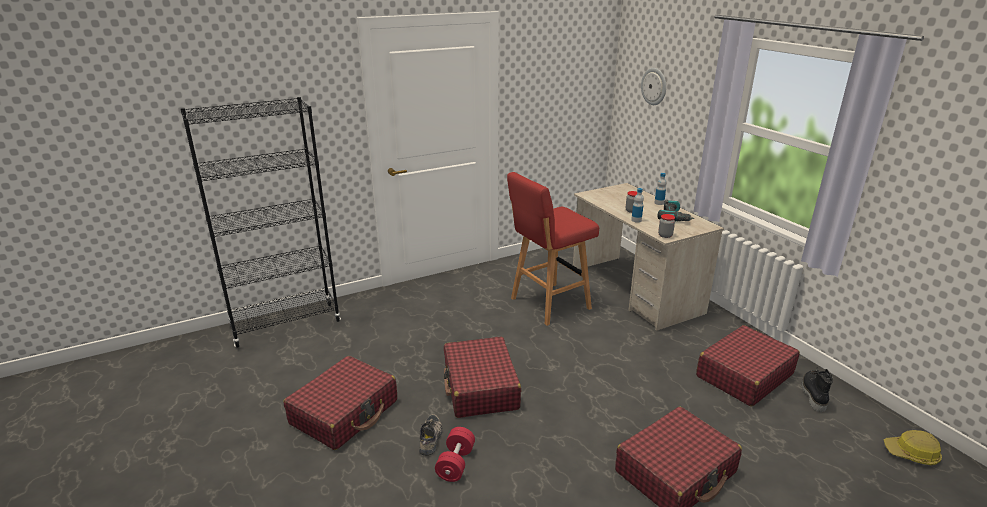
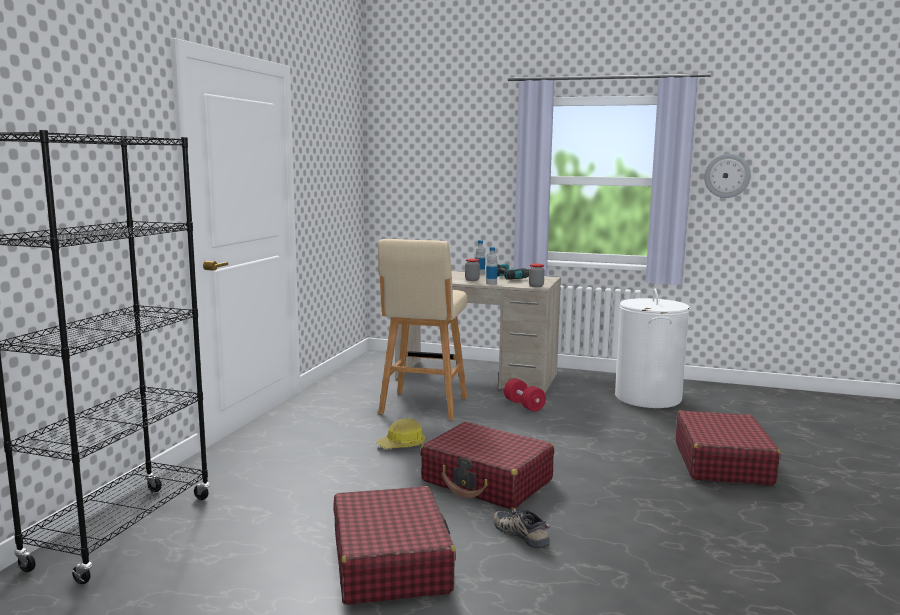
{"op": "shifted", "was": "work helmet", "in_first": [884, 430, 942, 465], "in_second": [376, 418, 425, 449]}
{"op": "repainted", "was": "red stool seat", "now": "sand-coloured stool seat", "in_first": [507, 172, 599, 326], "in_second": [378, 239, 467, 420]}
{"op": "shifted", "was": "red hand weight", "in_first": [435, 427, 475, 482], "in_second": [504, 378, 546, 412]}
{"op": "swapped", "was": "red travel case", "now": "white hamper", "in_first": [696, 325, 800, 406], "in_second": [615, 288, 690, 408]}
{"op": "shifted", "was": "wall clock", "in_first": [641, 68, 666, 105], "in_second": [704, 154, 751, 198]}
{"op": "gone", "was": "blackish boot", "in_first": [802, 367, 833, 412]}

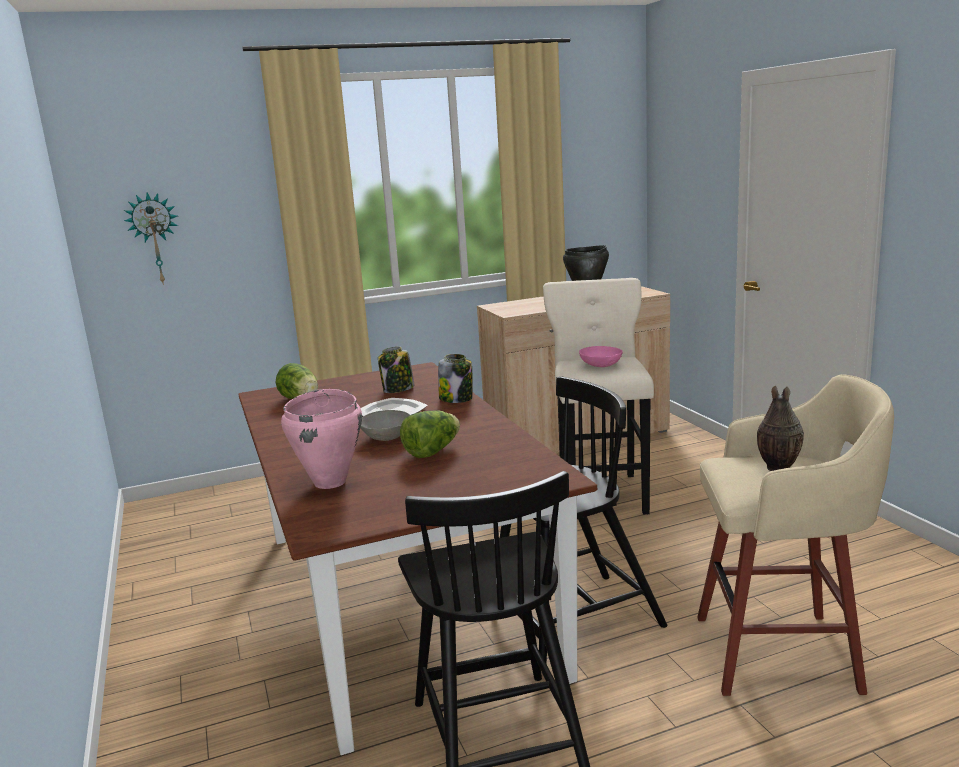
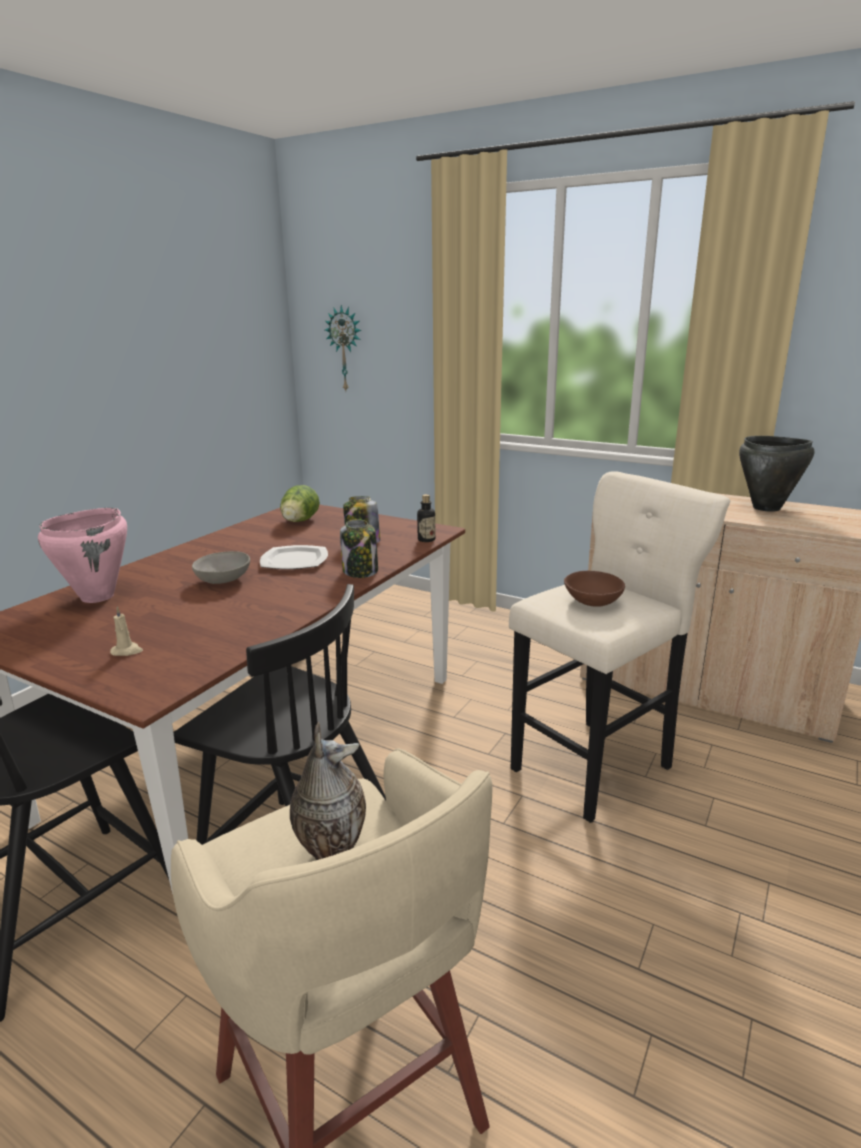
{"op": "new", "now": "sand-coloured wax light", "in_second": [110, 606, 143, 656]}
{"op": "new", "now": "beverage bottle", "in_second": [417, 494, 435, 542]}
{"op": "repainted", "was": "pink-coloured bowl", "now": "brownish bowl", "in_first": [579, 346, 623, 367], "in_second": [564, 571, 625, 606]}
{"op": "gone", "was": "lettuce head", "in_first": [400, 410, 460, 458]}

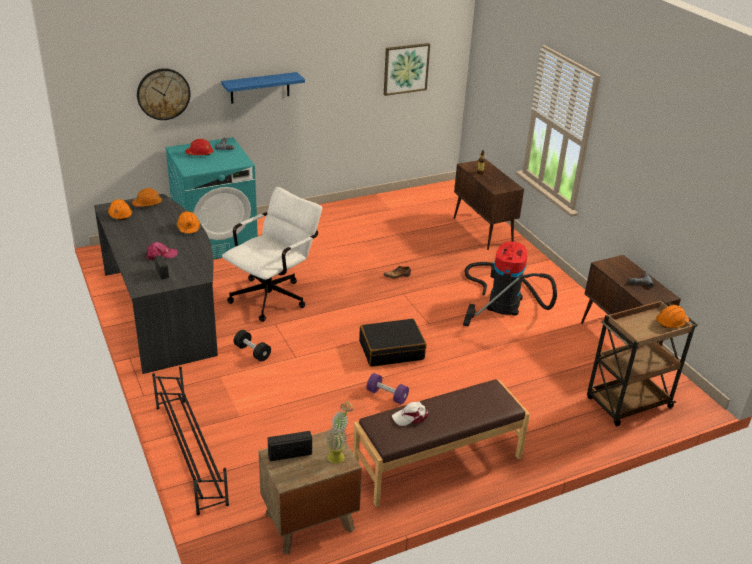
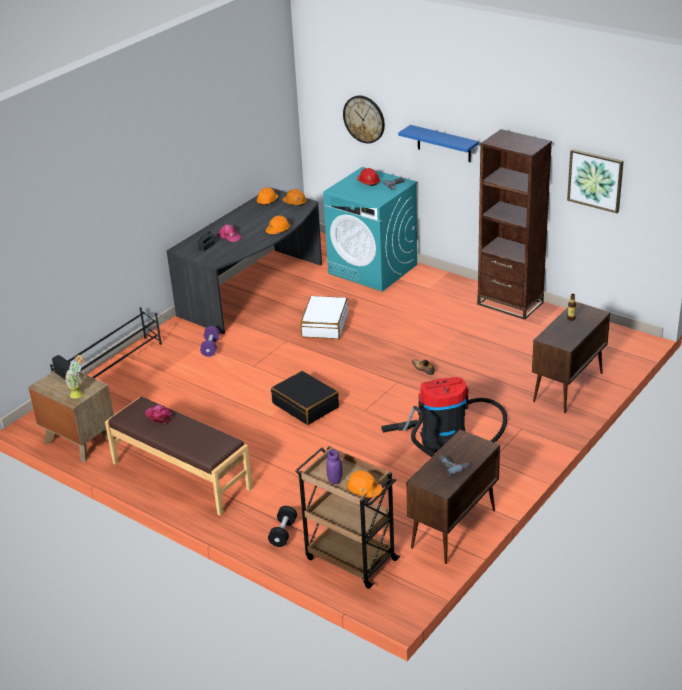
{"op": "repainted", "was": "white peaked cap", "now": "pink-coloured peaked cap", "in_first": [392, 402, 429, 426], "in_second": [145, 405, 174, 423]}
{"op": "shifted", "was": "purple-coloured hand weight", "in_first": [366, 373, 409, 404], "in_second": [200, 326, 220, 357]}
{"op": "shifted", "was": "blackish hand weight", "in_first": [234, 330, 271, 361], "in_second": [268, 506, 297, 547]}
{"op": "swapped", "was": "white office chair", "now": "white travel case", "in_first": [222, 187, 322, 322], "in_second": [301, 296, 348, 339]}
{"op": "new", "now": "purple-coloured jar", "in_second": [326, 449, 342, 484]}
{"op": "new", "now": "brownish shelving unit", "in_second": [477, 129, 552, 319]}

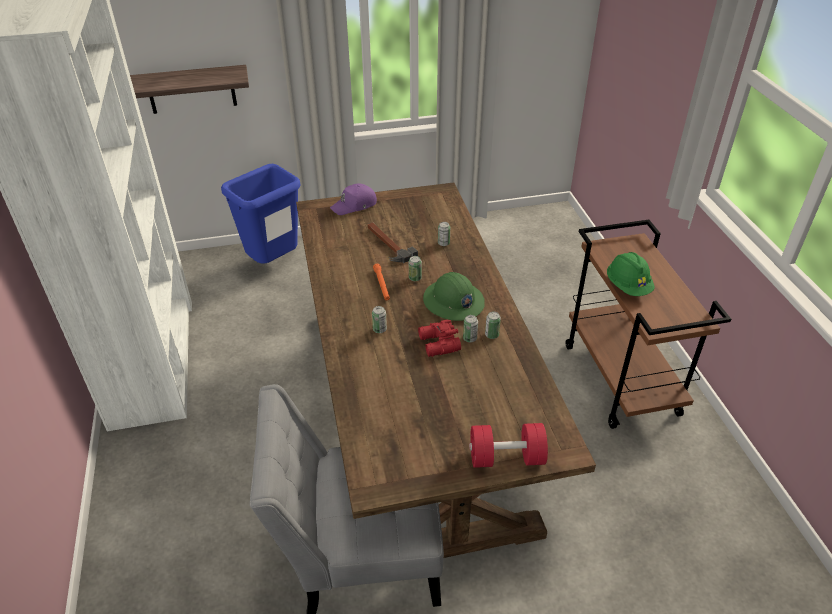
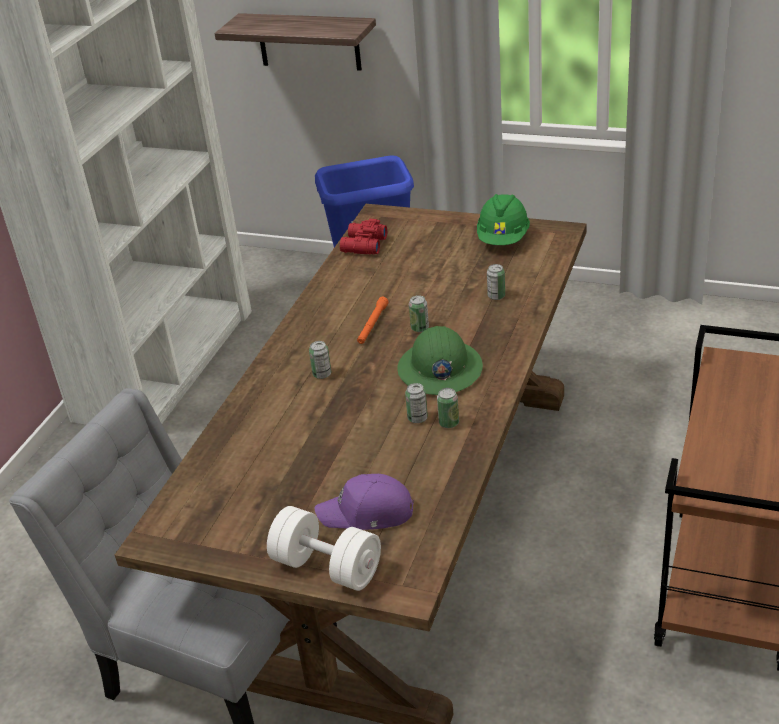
{"op": "repainted", "was": "red hand weight", "now": "white hand weight", "in_first": [469, 423, 548, 468], "in_second": [267, 506, 381, 591]}
{"op": "shifted", "was": "purple-coloured peaked cap", "in_first": [330, 183, 377, 215], "in_second": [315, 474, 414, 530]}
{"op": "shifted", "was": "red pair of binoculars", "in_first": [418, 320, 461, 357], "in_second": [340, 219, 387, 255]}
{"op": "shifted", "was": "green work helmet", "in_first": [607, 252, 655, 296], "in_second": [477, 194, 530, 245]}
{"op": "gone", "was": "hammer", "in_first": [368, 222, 418, 263]}

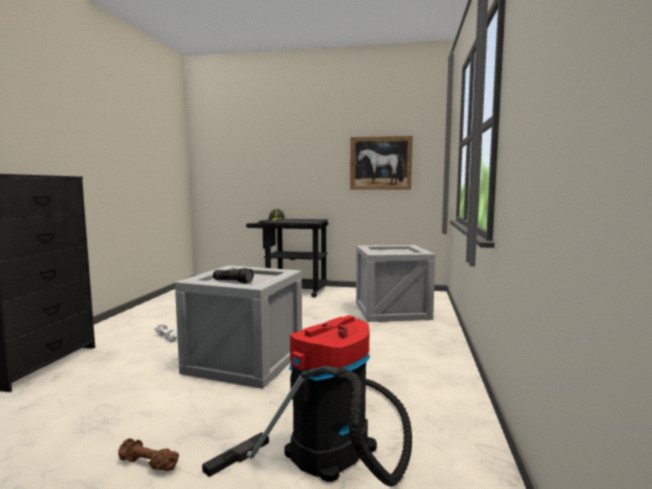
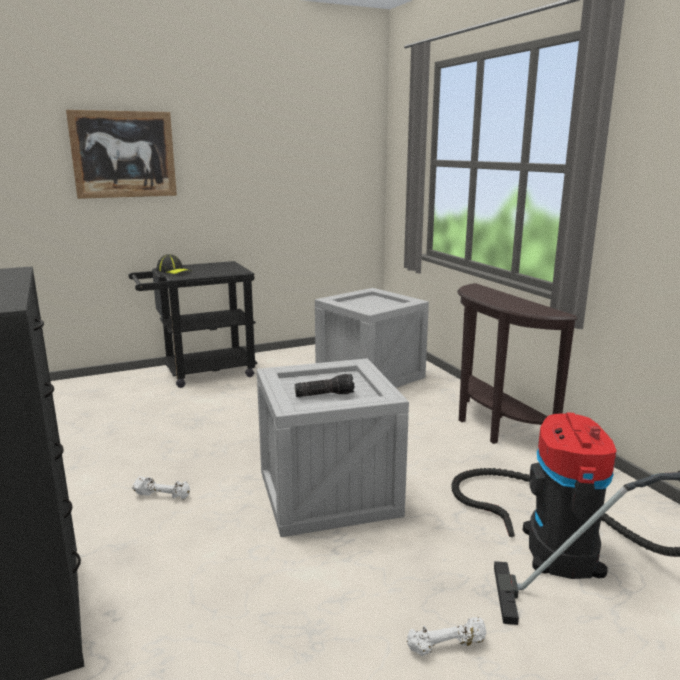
{"op": "shifted", "was": "picture", "in_first": [350, 136, 413, 189], "in_second": [66, 110, 177, 199]}
{"op": "repainted", "was": "brownish hand weight", "now": "white hand weight", "in_first": [118, 439, 179, 471], "in_second": [407, 617, 487, 656]}
{"op": "new", "now": "brownish hall table", "in_second": [457, 283, 578, 444]}

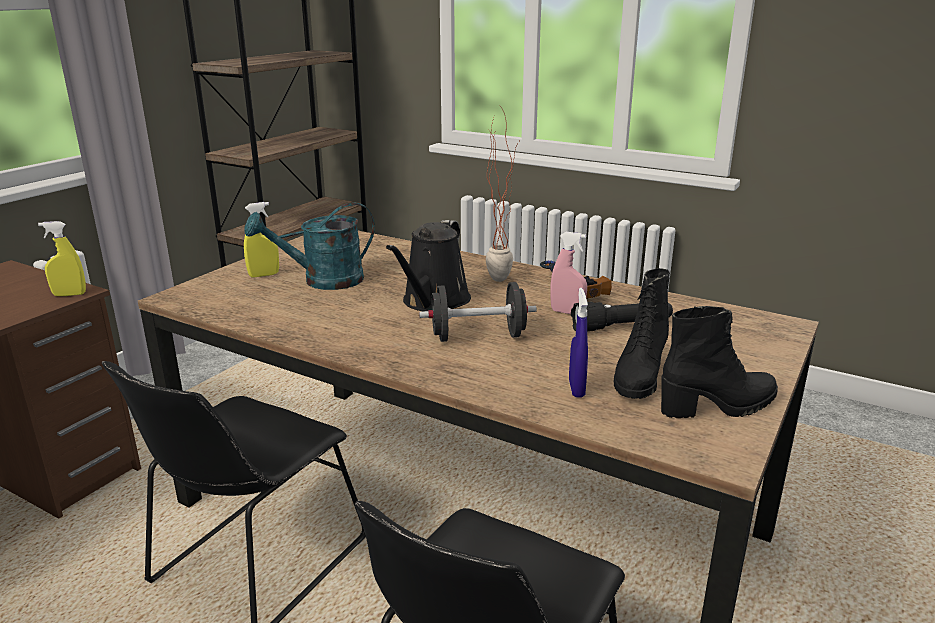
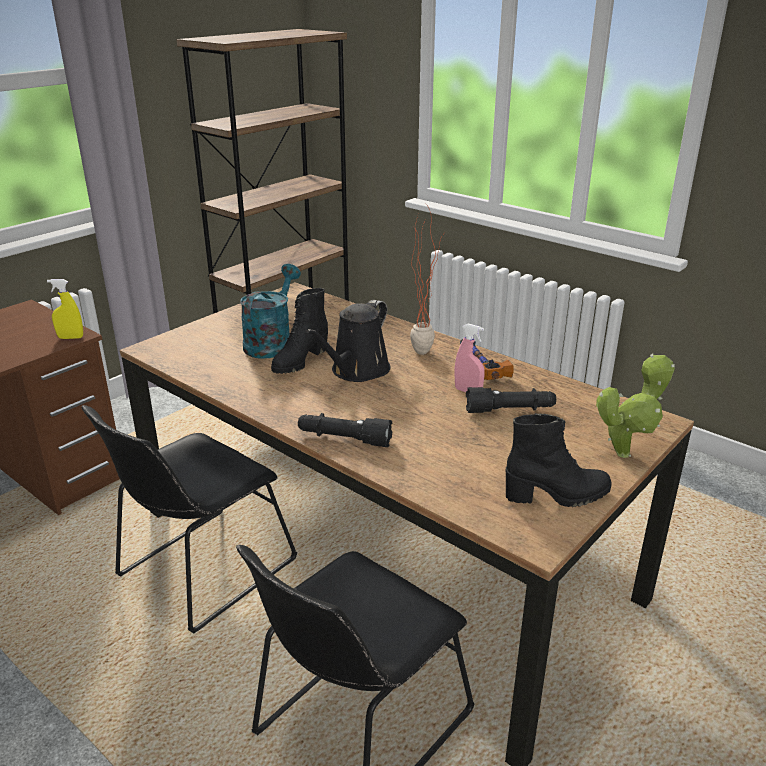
{"op": "rotated", "was": "turquoise-coloured watering pot", "in_first": [244, 203, 375, 290], "in_second": [240, 264, 301, 359], "clockwise": 120}
{"op": "shifted", "was": "blackish boot", "in_first": [614, 268, 670, 399], "in_second": [271, 288, 328, 374]}
{"op": "new", "now": "blackish flashlight", "in_second": [298, 413, 393, 447]}
{"op": "new", "now": "plant in a pot", "in_second": [596, 353, 675, 458]}
{"op": "gone", "was": "yellow hand sprayer", "in_first": [244, 202, 279, 278]}
{"op": "gone", "was": "blackish hand weight", "in_first": [419, 282, 537, 342]}
{"op": "gone", "was": "blue hand sprayer", "in_first": [569, 288, 588, 397]}

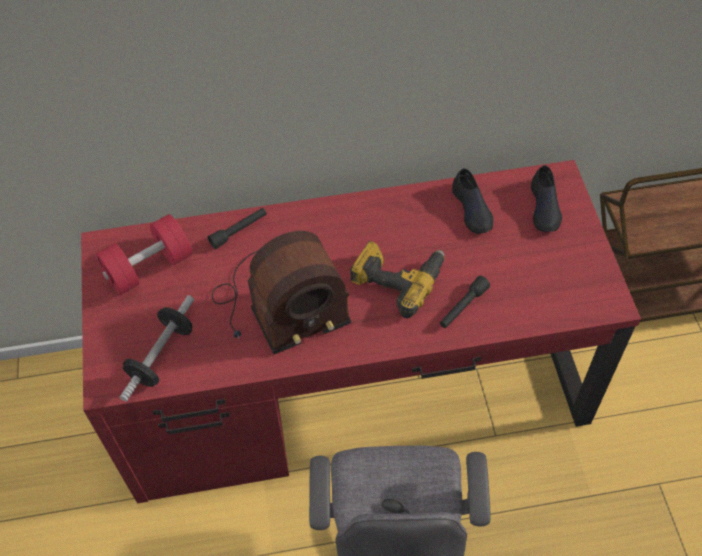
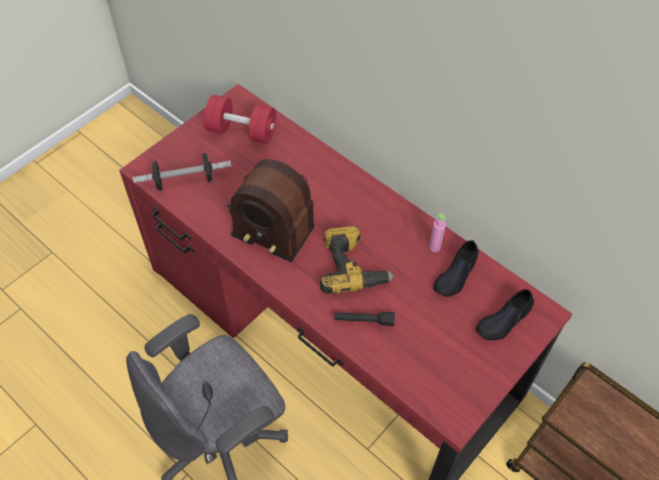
{"op": "new", "now": "pink-coloured beverage bottle", "in_second": [429, 214, 446, 252]}
{"op": "gone", "was": "blackish flashlight", "in_first": [208, 208, 267, 249]}

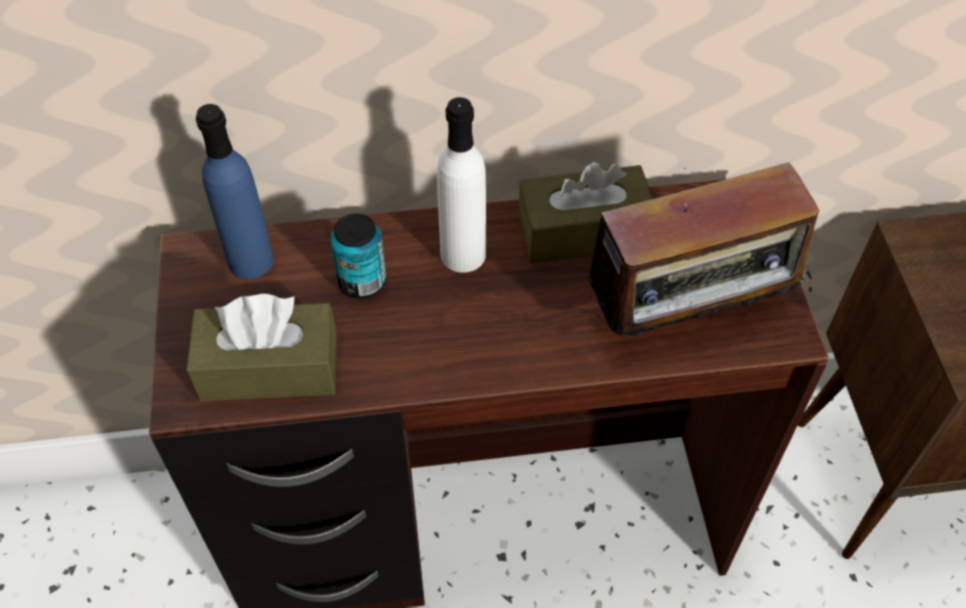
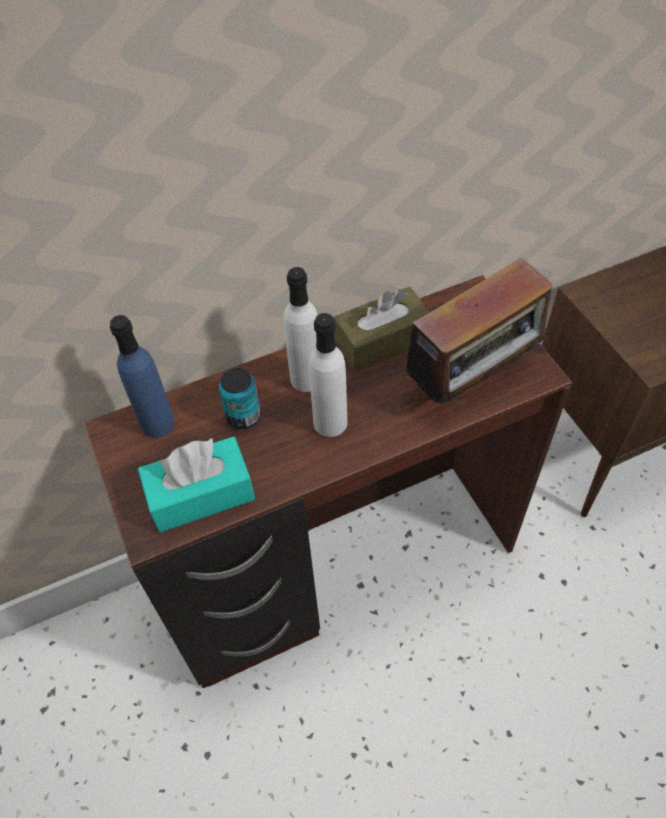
{"op": "repainted", "was": "brownish tissue holder", "now": "turquoise-coloured tissue holder", "in_first": [186, 294, 337, 402], "in_second": [138, 437, 255, 532]}
{"op": "new", "now": "white beverage bottle", "in_second": [309, 313, 347, 437]}

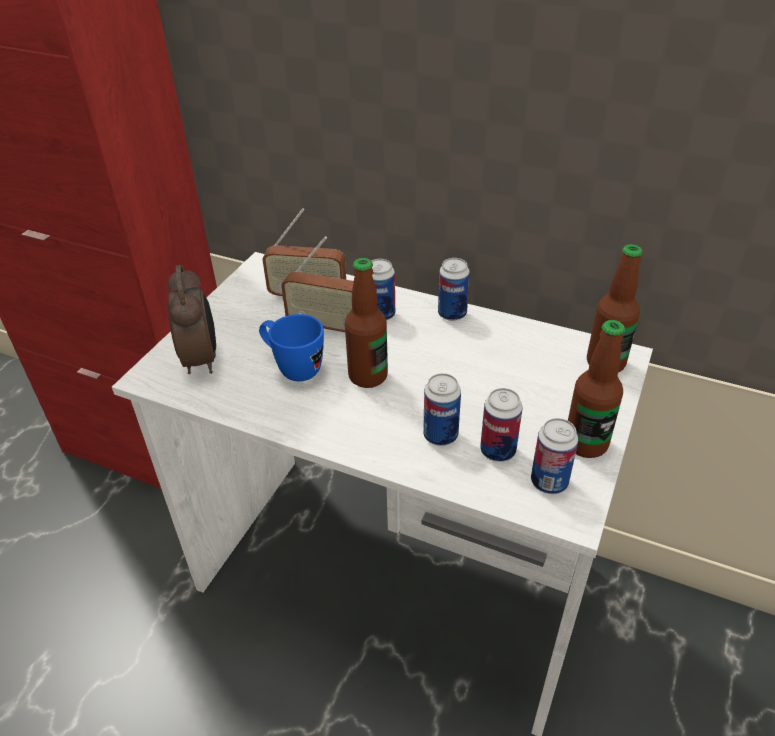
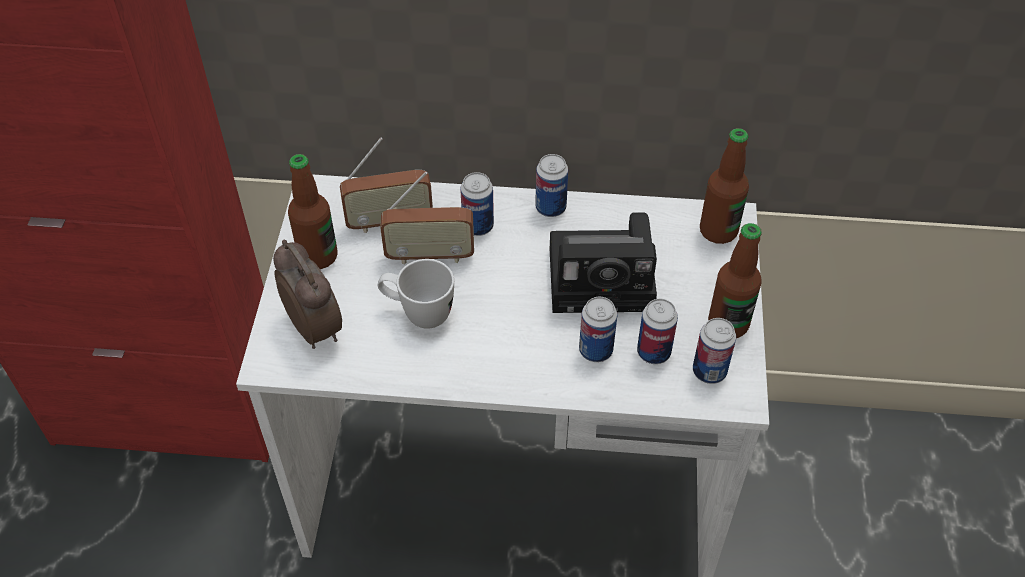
{"op": "shifted", "was": "beverage bottle", "in_first": [345, 258, 388, 388], "in_second": [288, 154, 338, 269]}
{"op": "repainted", "was": "blue coffee mug", "now": "white coffee mug", "in_first": [259, 314, 324, 381], "in_second": [378, 259, 454, 329]}
{"op": "new", "now": "still camera", "in_second": [550, 212, 657, 313]}

